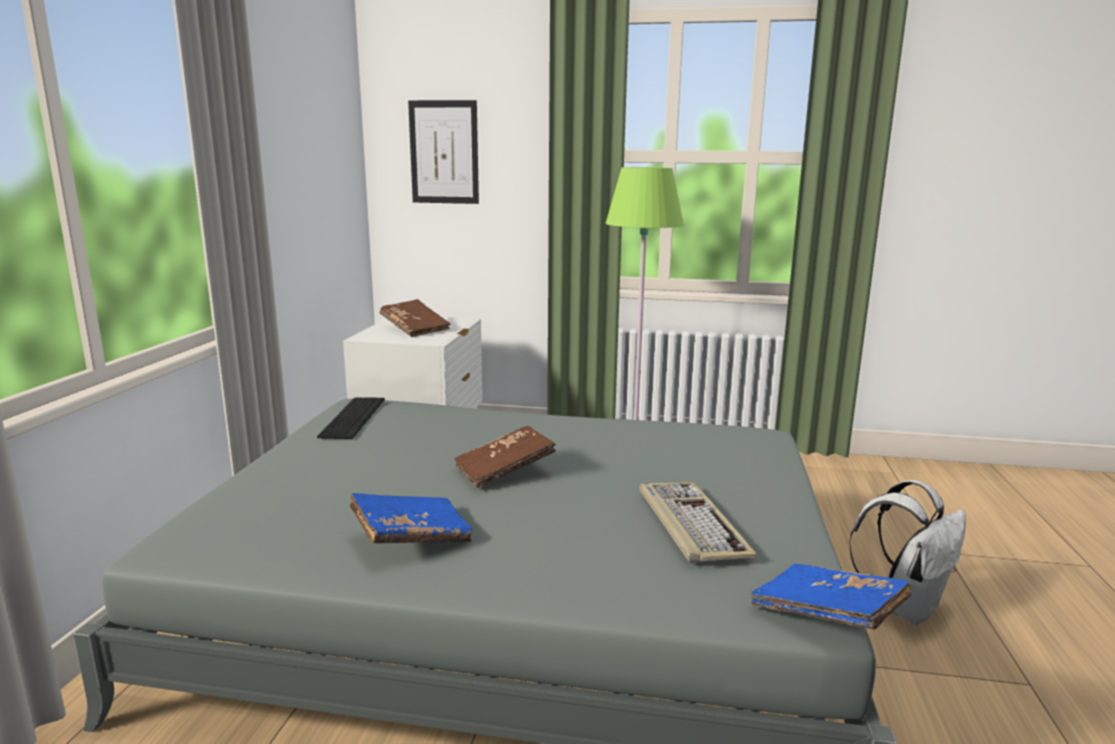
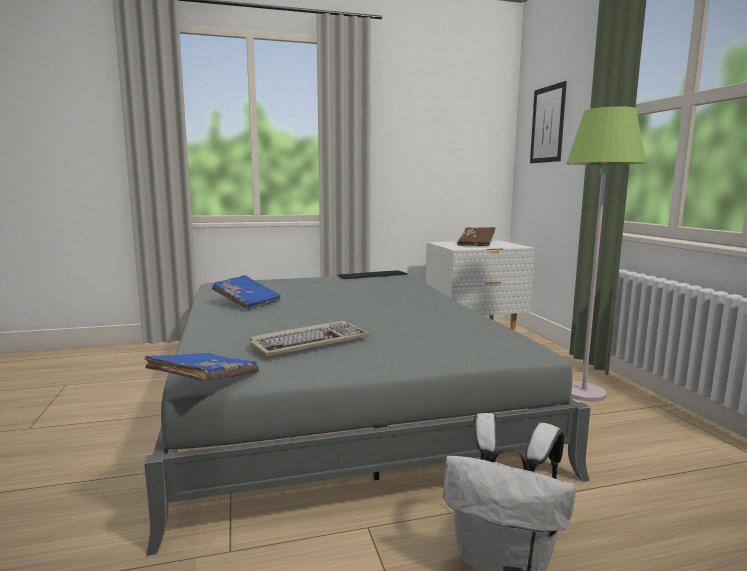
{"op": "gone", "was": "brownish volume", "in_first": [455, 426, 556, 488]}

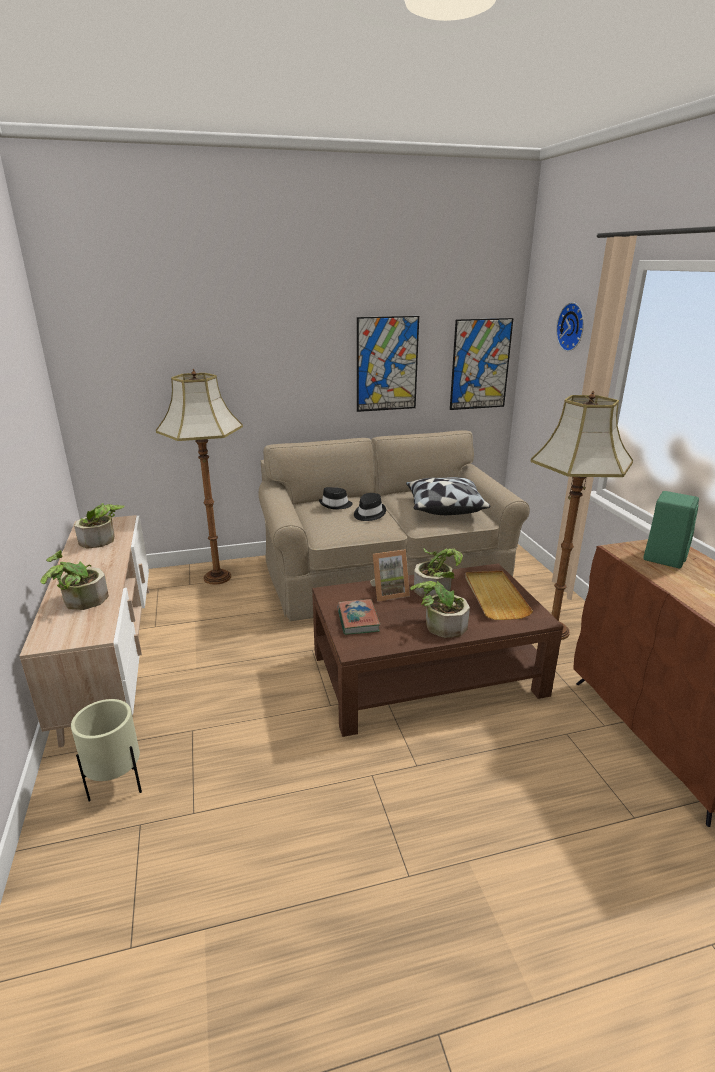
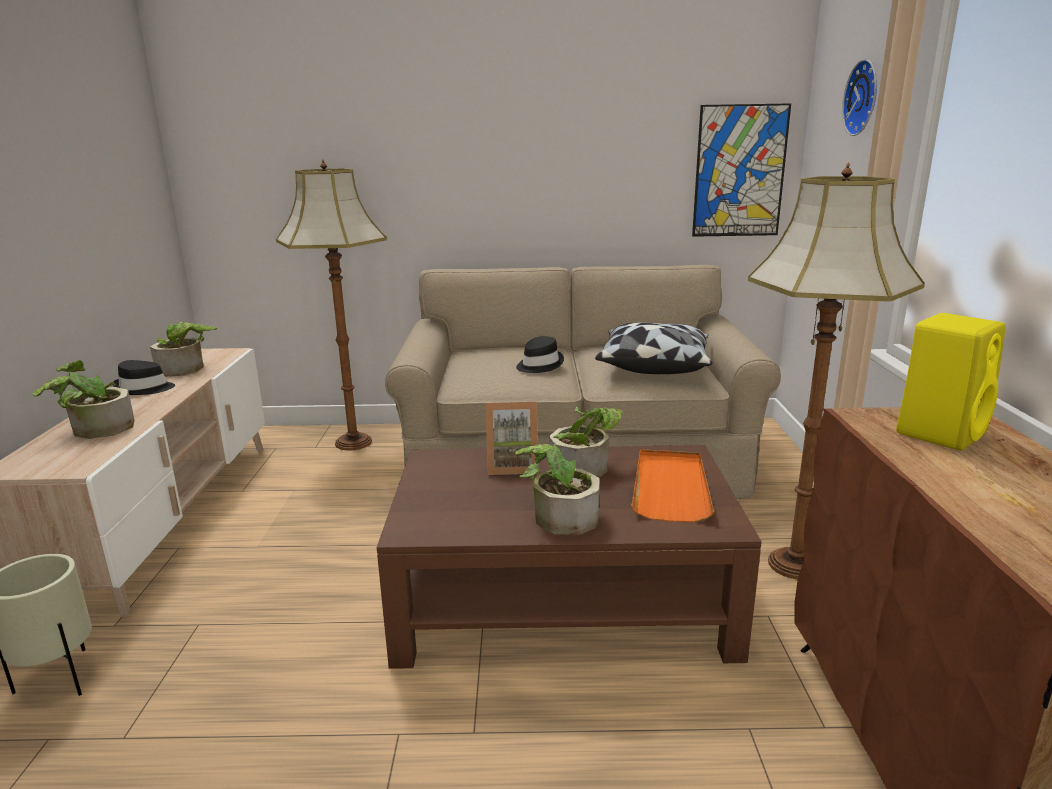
{"op": "shifted", "was": "blackish clothing hat", "in_first": [319, 487, 353, 510], "in_second": [113, 360, 175, 395]}
{"op": "repainted", "was": "sand-coloured carrying tray", "now": "orangey carrying tray", "in_first": [465, 571, 533, 620], "in_second": [632, 449, 714, 522]}
{"op": "repainted", "was": "green speaker", "now": "yellow speaker", "in_first": [643, 491, 699, 568], "in_second": [896, 313, 1005, 450]}
{"op": "gone", "was": "volume", "in_first": [337, 599, 380, 635]}
{"op": "gone", "was": "picture", "in_first": [357, 316, 419, 412]}

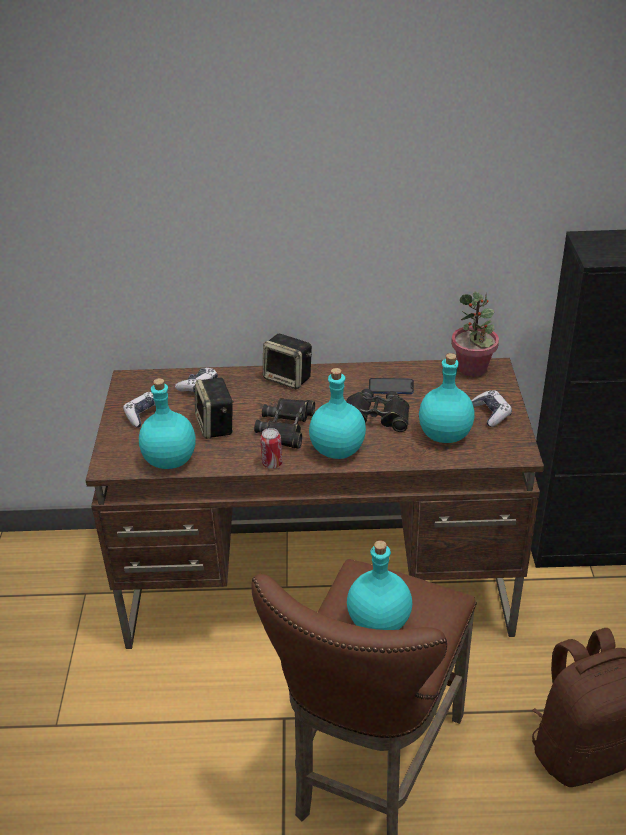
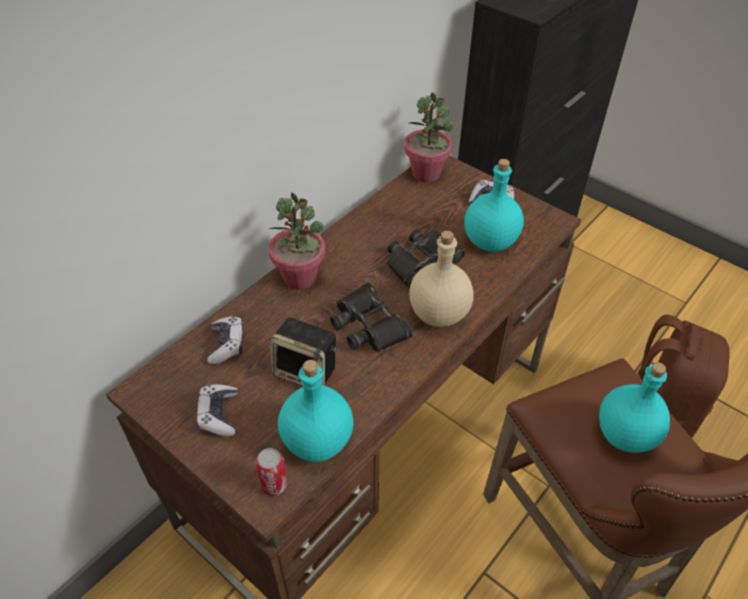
{"op": "shifted", "was": "metal can", "in_first": [260, 428, 282, 469], "in_second": [255, 448, 288, 496]}
{"op": "swapped", "was": "speaker", "now": "plant in a pot", "in_first": [263, 334, 312, 389], "in_second": [269, 192, 325, 289]}
{"op": "repainted", "was": "turquoise-coloured beverage bottle", "now": "sand-coloured beverage bottle", "in_first": [309, 368, 366, 459], "in_second": [409, 231, 474, 327]}
{"op": "gone", "was": "phone", "in_first": [369, 378, 414, 394]}

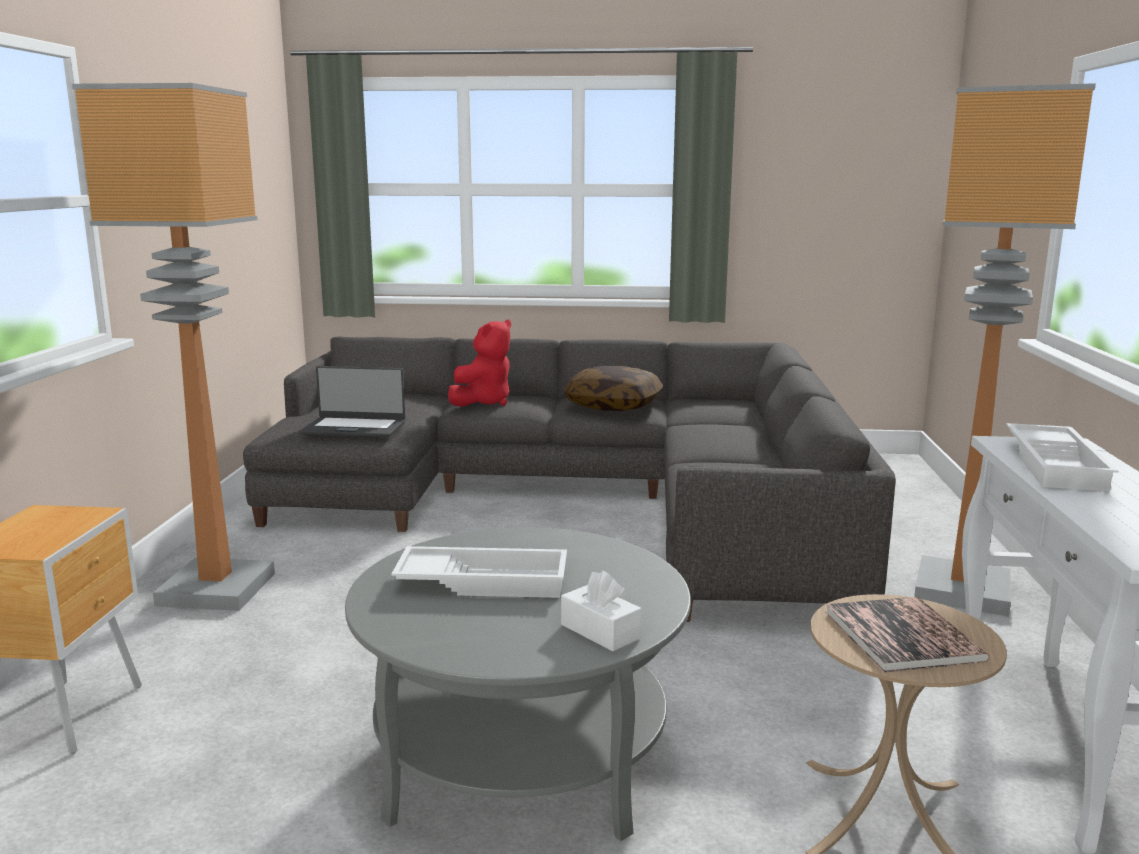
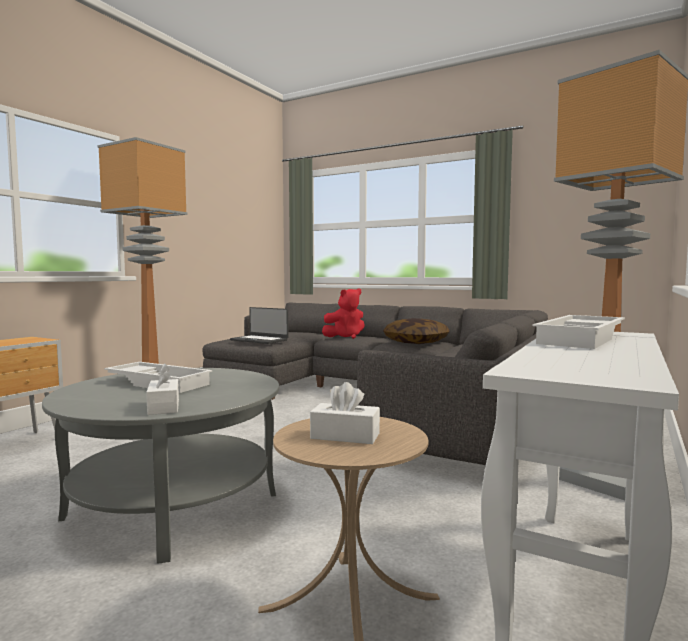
{"op": "swapped", "was": "volume", "now": "white tissue holder", "in_first": [825, 597, 989, 672], "in_second": [310, 382, 380, 444]}

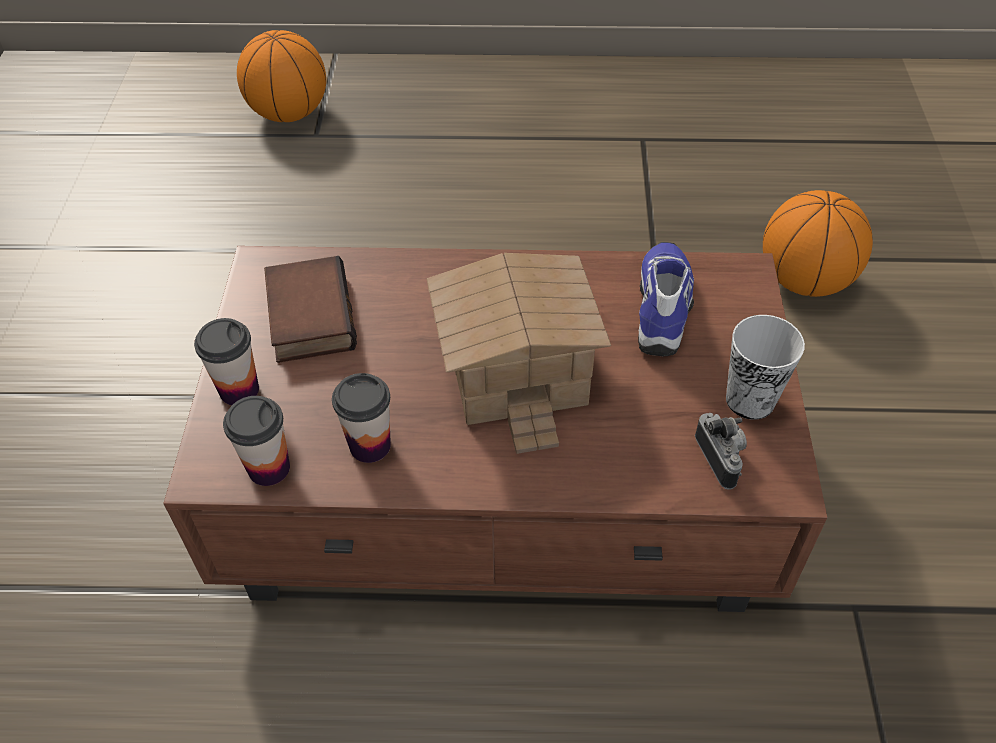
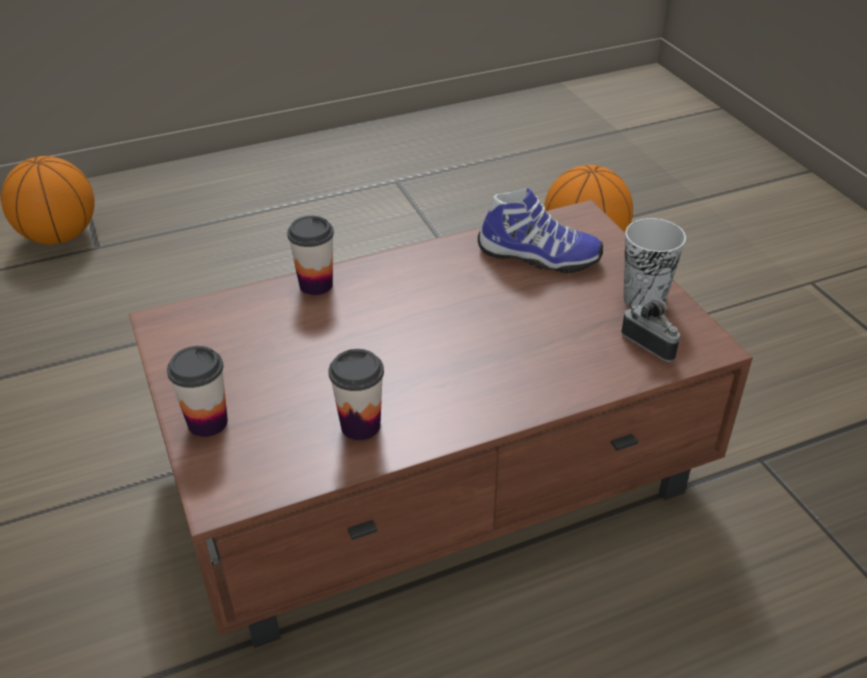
{"op": "shifted", "was": "cup", "in_first": [223, 396, 290, 486], "in_second": [287, 216, 334, 295]}
{"op": "rotated", "was": "item of footwear", "in_first": [638, 242, 694, 356], "in_second": [478, 188, 603, 274], "clockwise": 120}
{"op": "gone", "was": "volume", "in_first": [264, 256, 357, 363]}
{"op": "gone", "was": "model house", "in_first": [427, 253, 611, 454]}

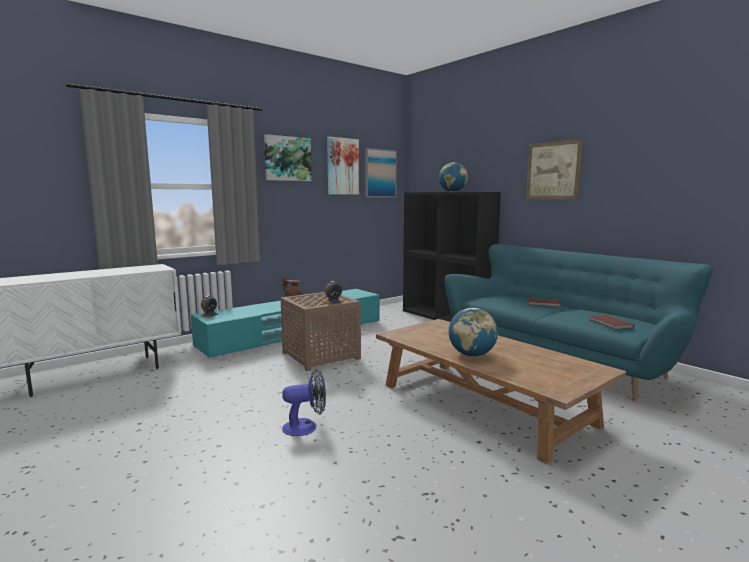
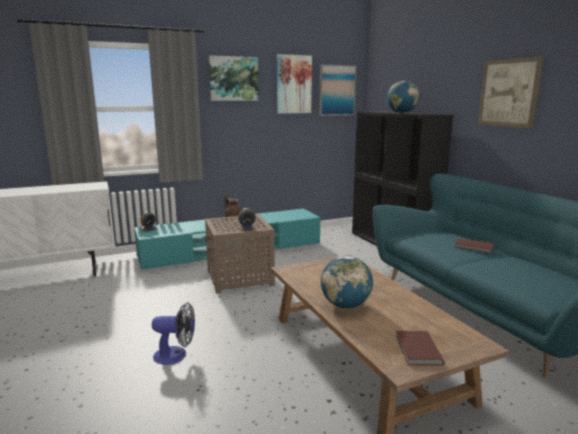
{"op": "shifted", "was": "brownish volume", "in_first": [589, 315, 634, 330], "in_second": [396, 331, 444, 366]}

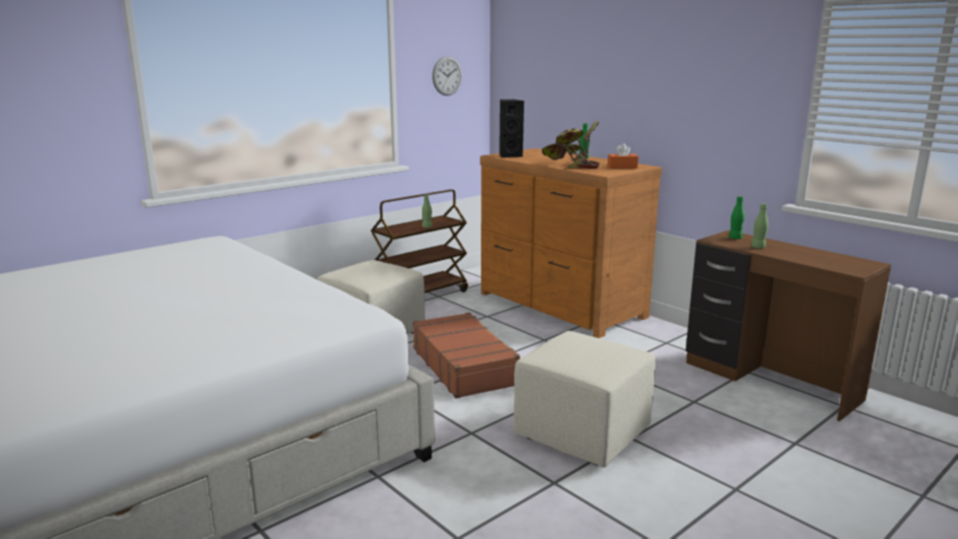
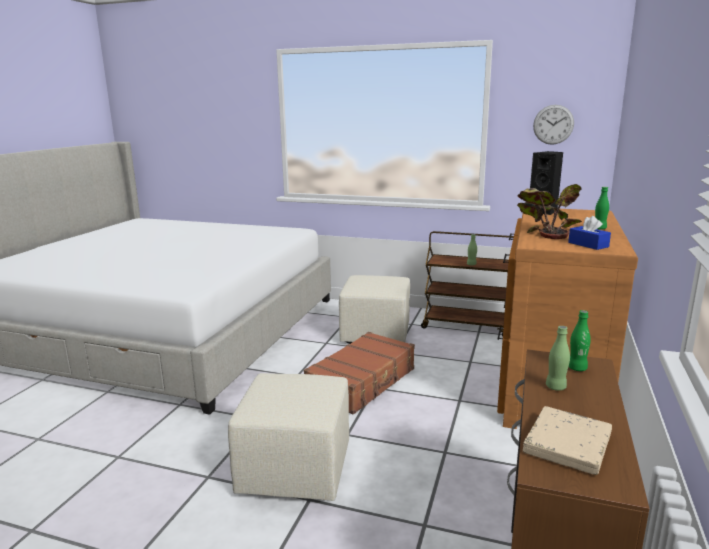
{"op": "new", "now": "sand-coloured volume", "in_second": [523, 406, 612, 475]}
{"op": "repainted", "was": "orangey tissue holder", "now": "blue tissue holder", "in_first": [608, 143, 638, 168], "in_second": [568, 216, 611, 250]}

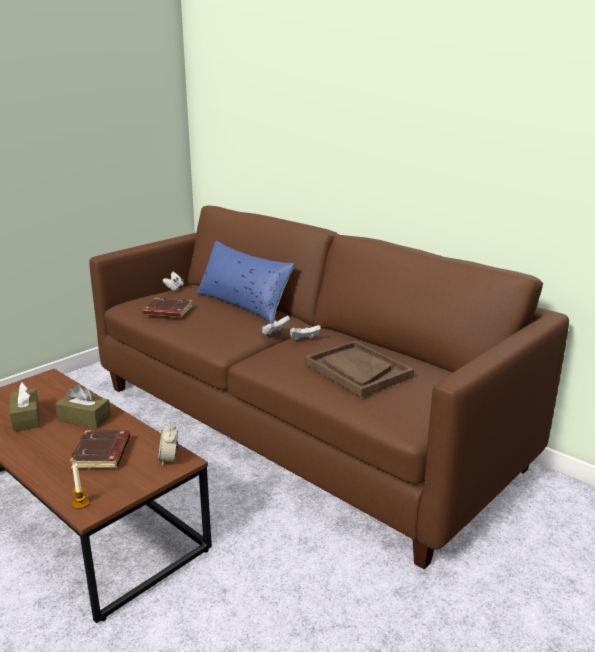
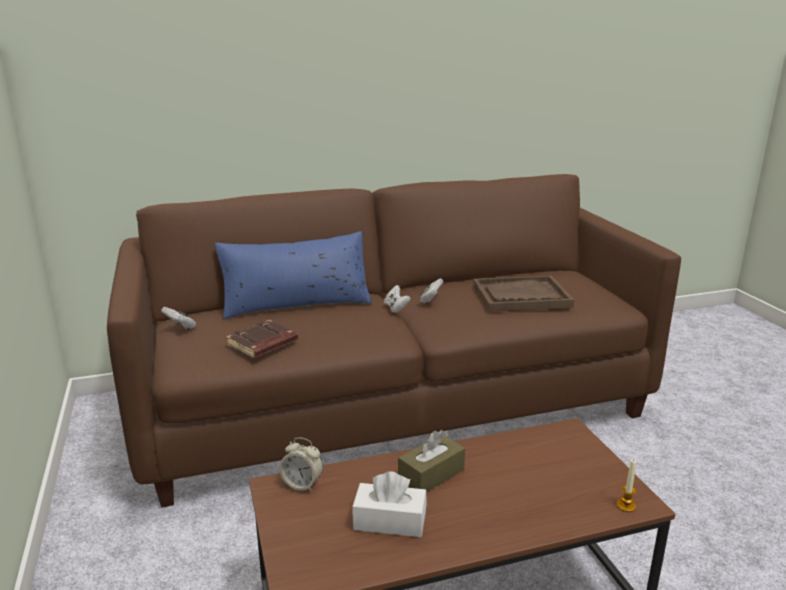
{"op": "shifted", "was": "table clock", "in_first": [158, 421, 178, 466], "in_second": [279, 438, 323, 492]}
{"op": "repainted", "was": "brownish tissue holder", "now": "white tissue holder", "in_first": [10, 382, 40, 431], "in_second": [353, 472, 427, 537]}
{"op": "gone", "was": "brownish volume", "in_first": [70, 430, 130, 469]}

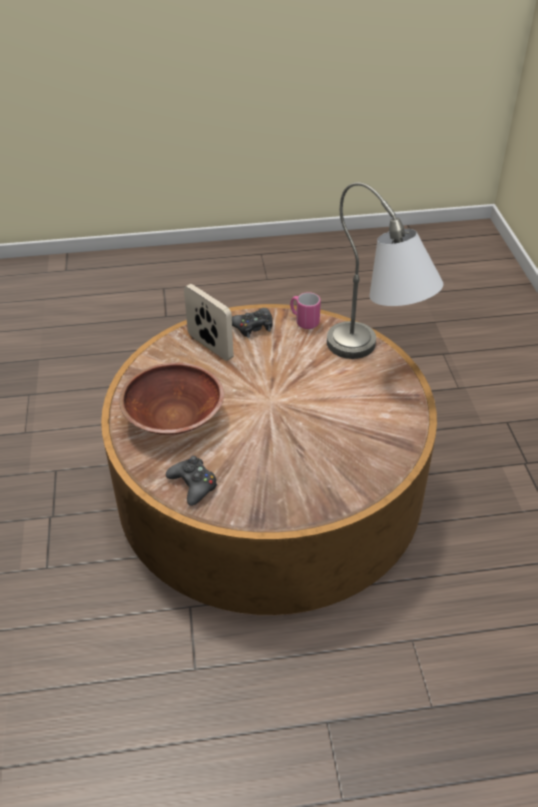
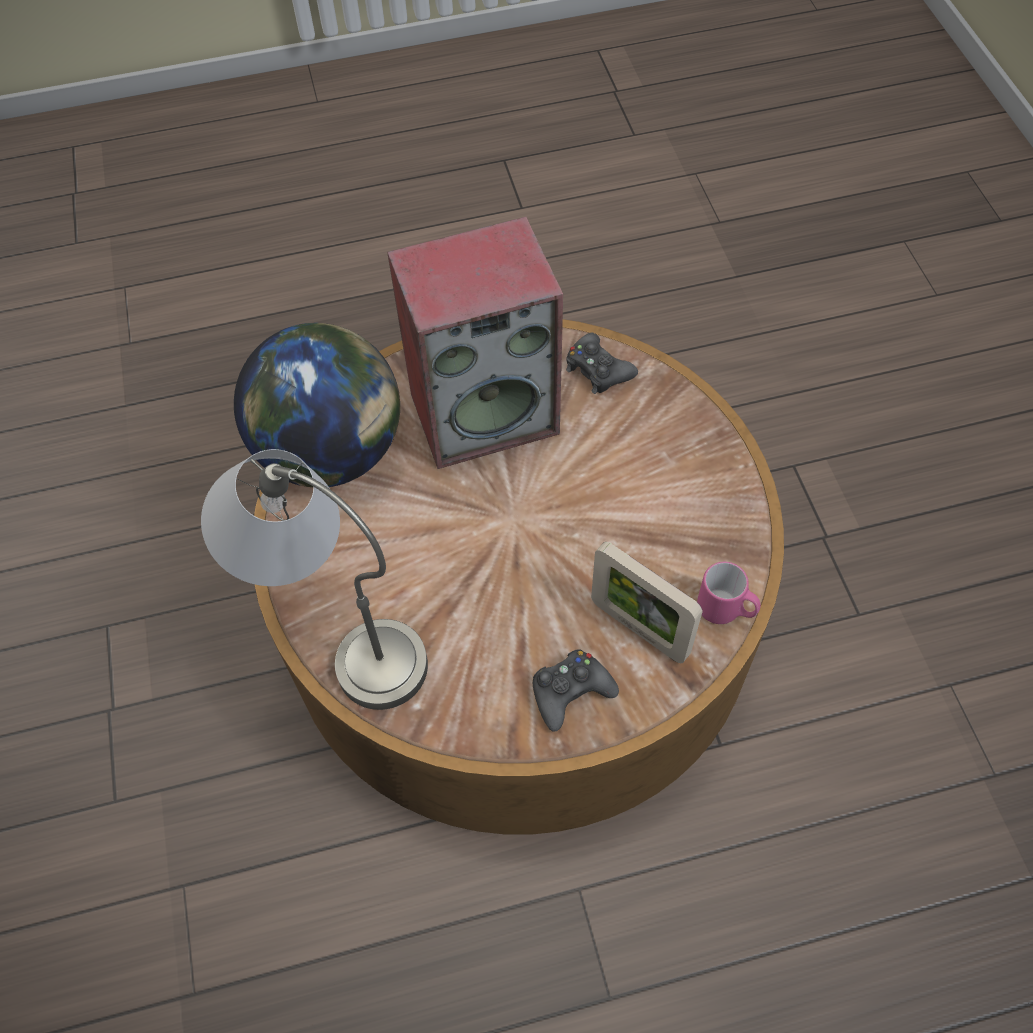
{"op": "new", "now": "desk globe", "in_second": [234, 323, 400, 487]}
{"op": "new", "now": "speaker", "in_second": [387, 217, 563, 469]}
{"op": "shifted", "was": "pink-coloured coffee mug", "in_first": [290, 292, 321, 329], "in_second": [697, 562, 761, 624]}
{"op": "gone", "was": "brownish bowl", "in_first": [119, 363, 224, 435]}

